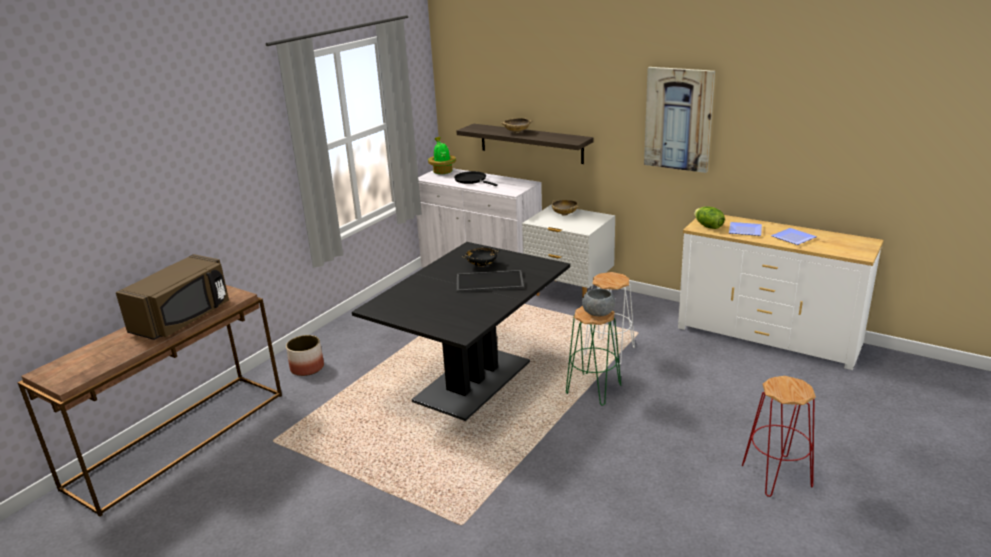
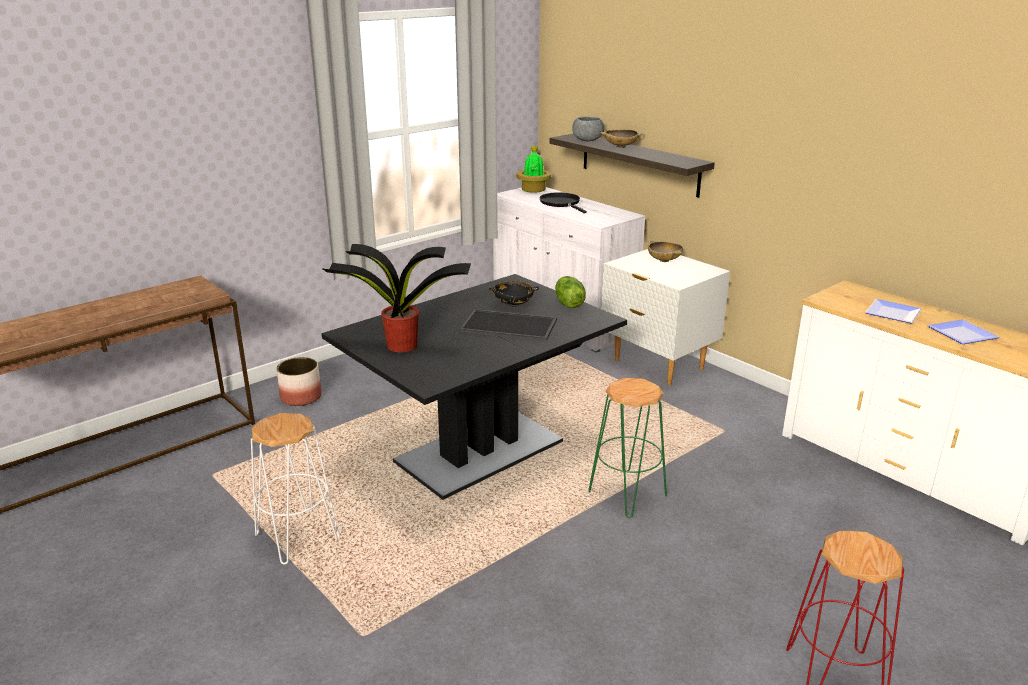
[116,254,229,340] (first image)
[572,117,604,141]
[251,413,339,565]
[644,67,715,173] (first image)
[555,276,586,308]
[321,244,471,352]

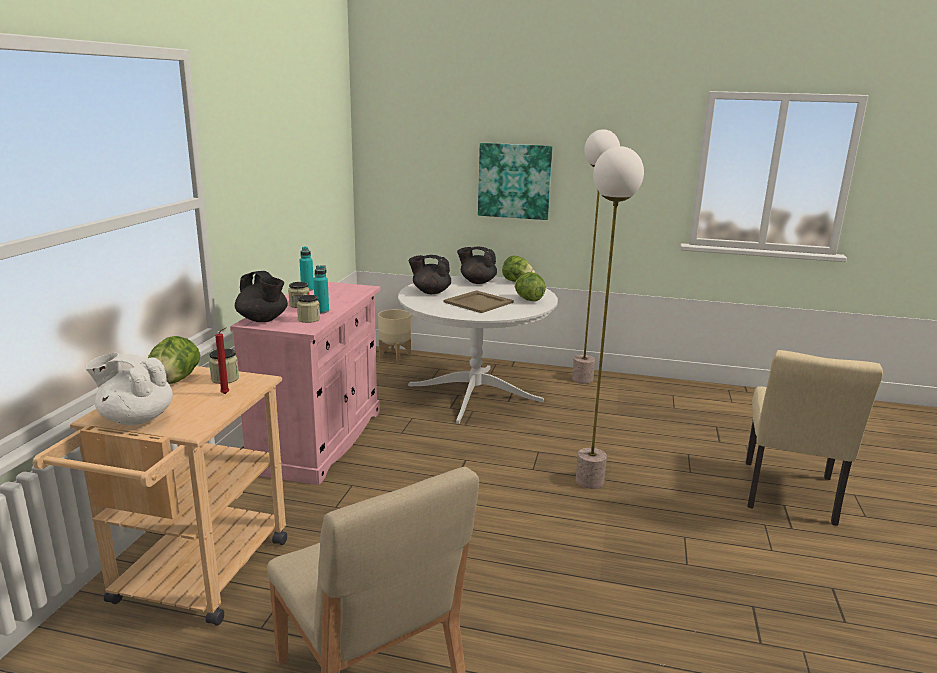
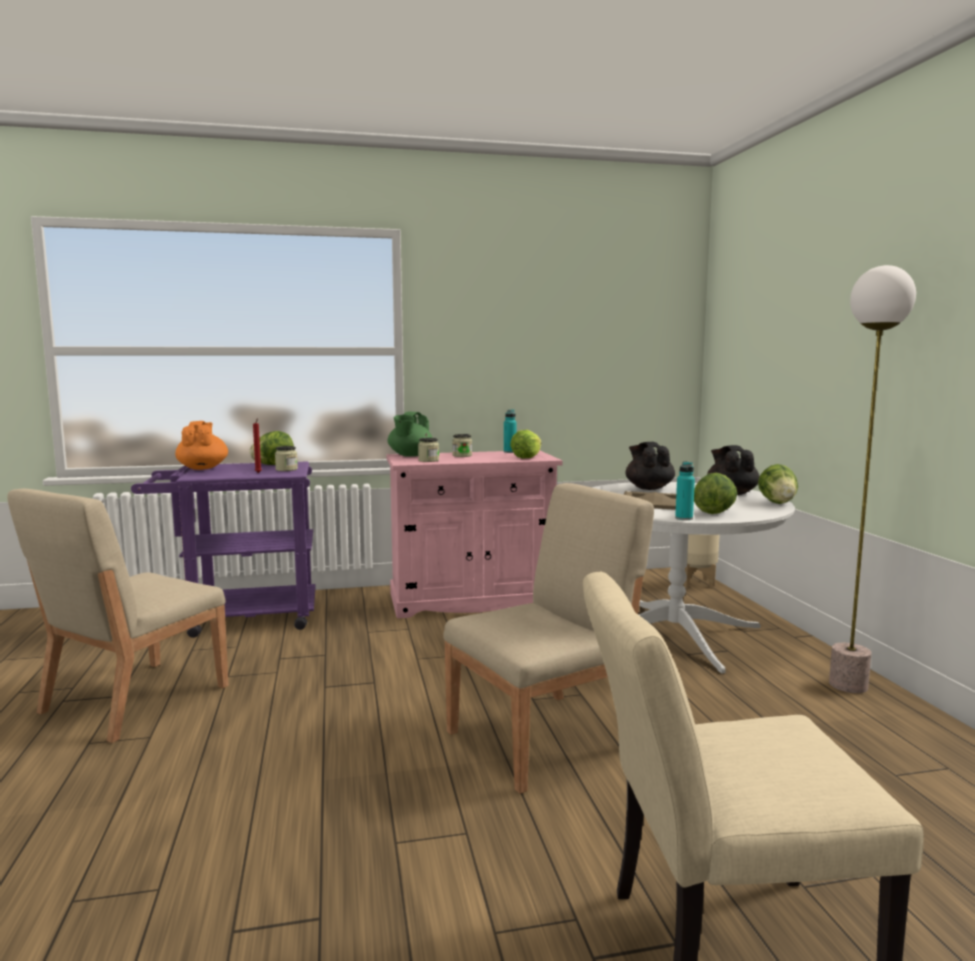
[131,462,316,638]
[175,421,228,470]
[388,411,433,457]
[675,461,695,520]
[478,143,553,220] (first image)
[443,483,654,794]
[510,430,542,459]

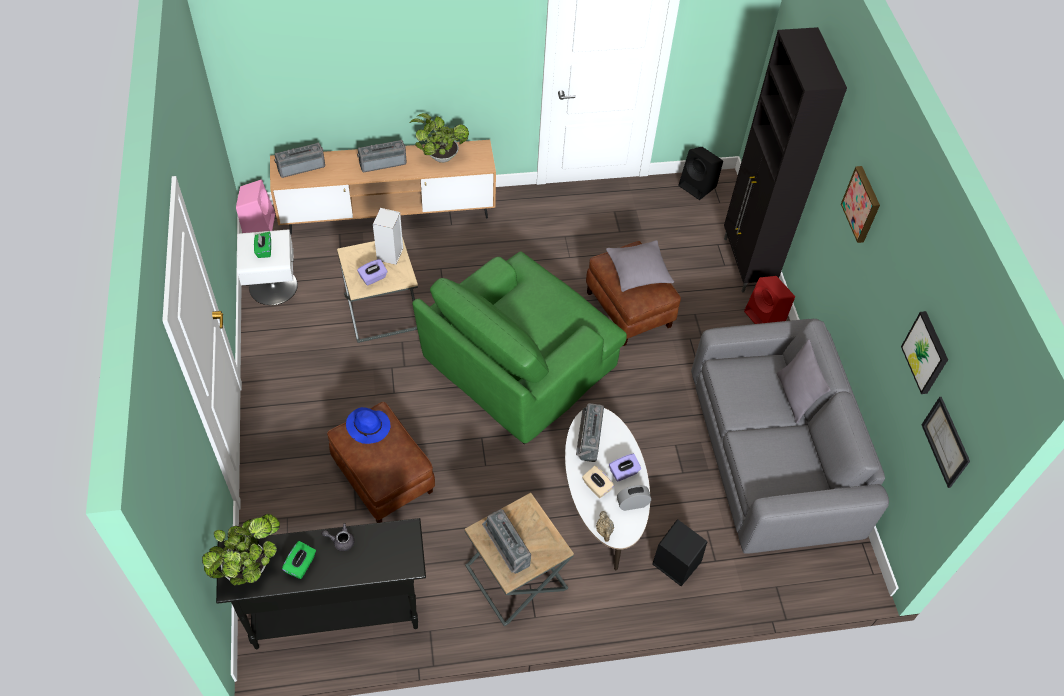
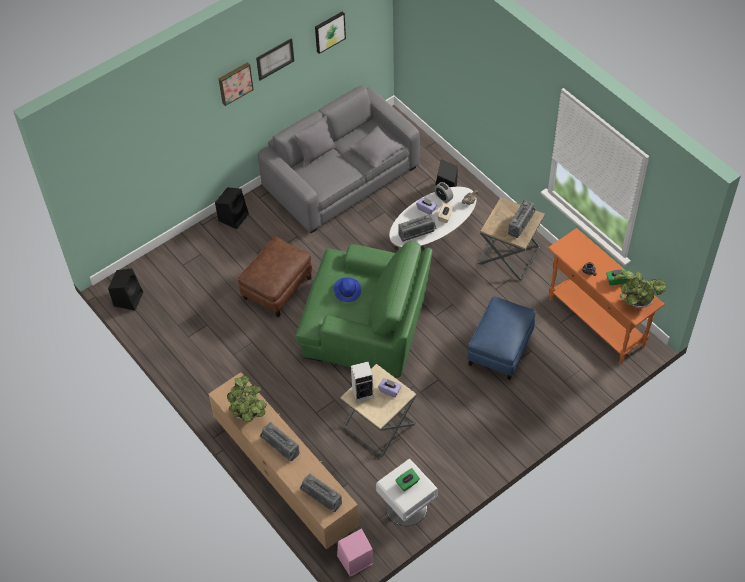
[548,228,665,364]
[467,296,536,380]
[334,278,361,302]
[349,126,404,168]
[724,27,847,293] (first image)
[215,187,249,229]
[256,38,294,80]

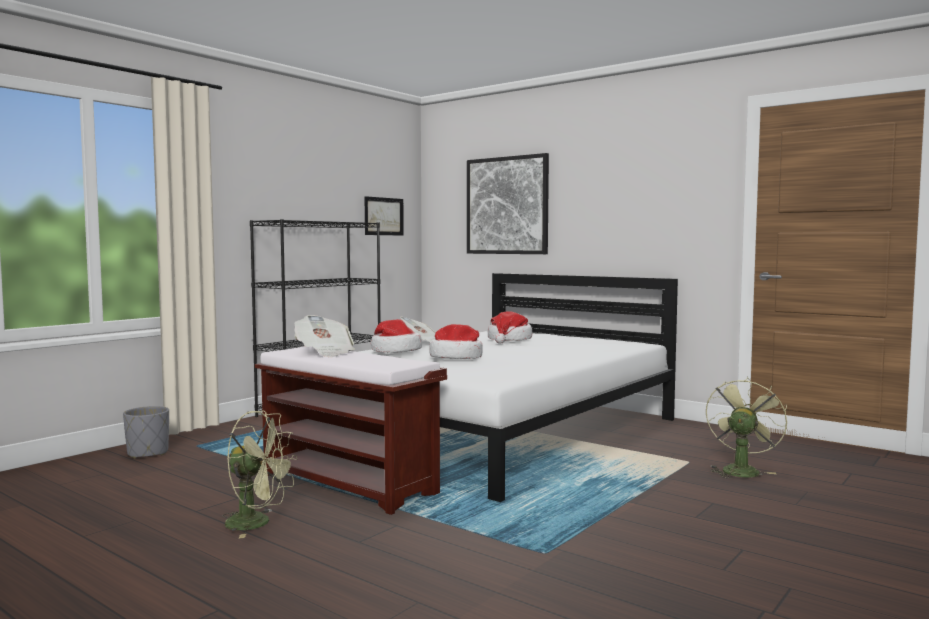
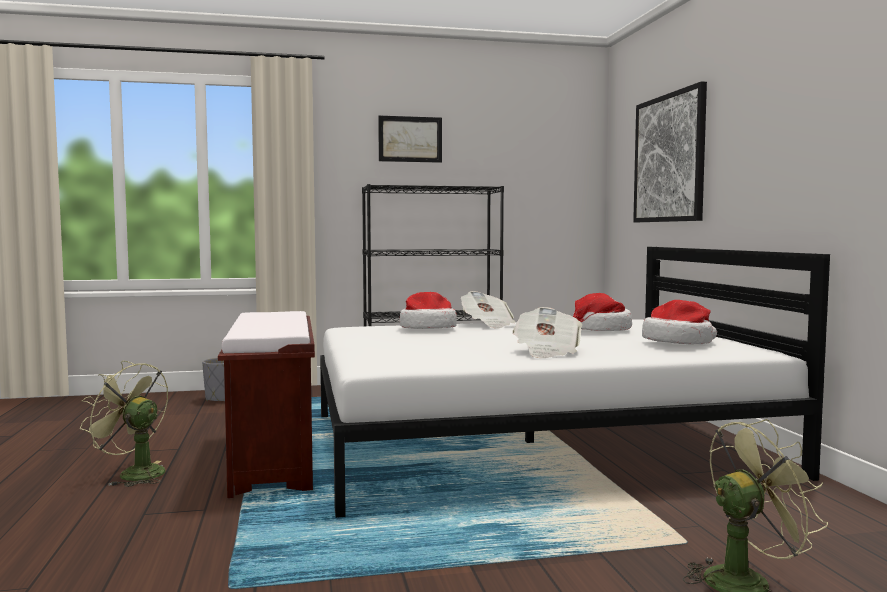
[80,361,168,487]
[512,307,582,358]
[378,116,442,163]
[642,300,717,345]

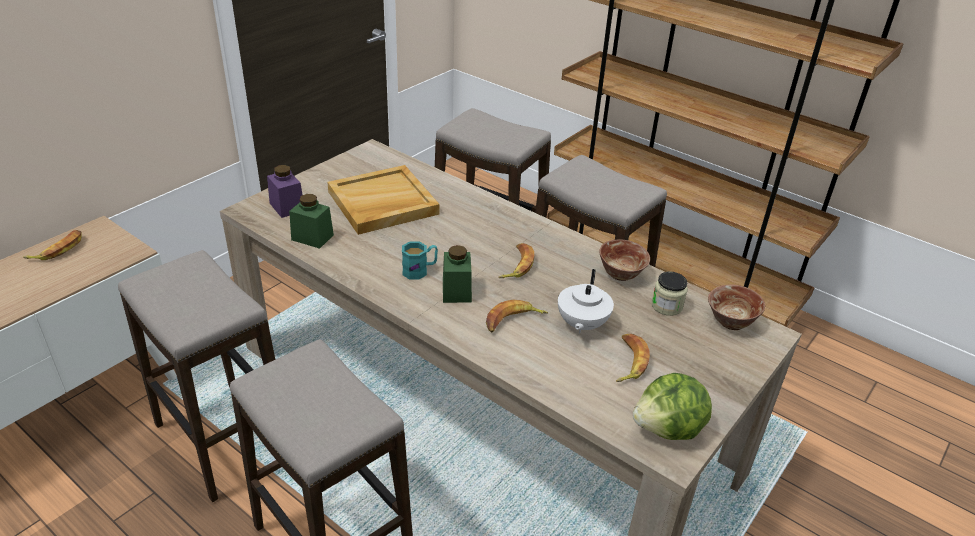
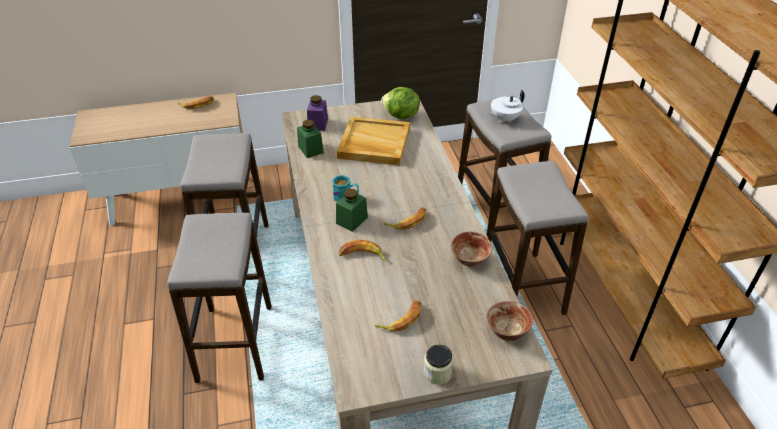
[488,90,525,123]
[381,87,420,119]
[424,345,453,385]

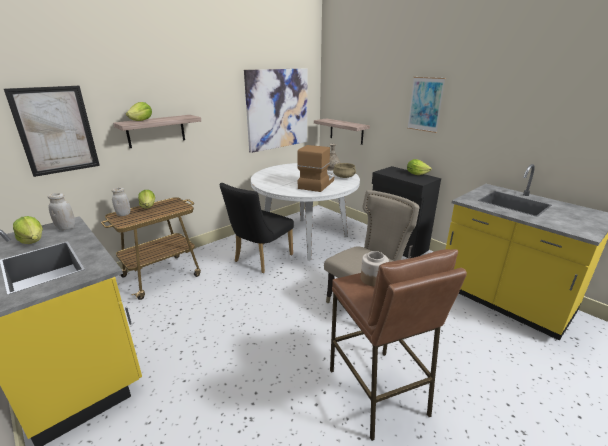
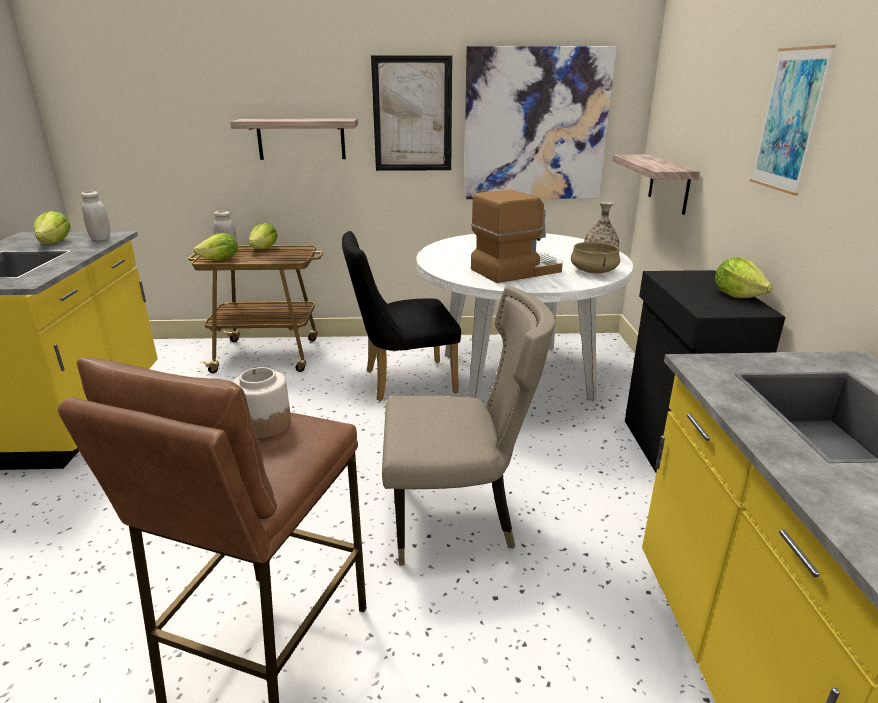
[371,55,452,171]
[193,233,238,260]

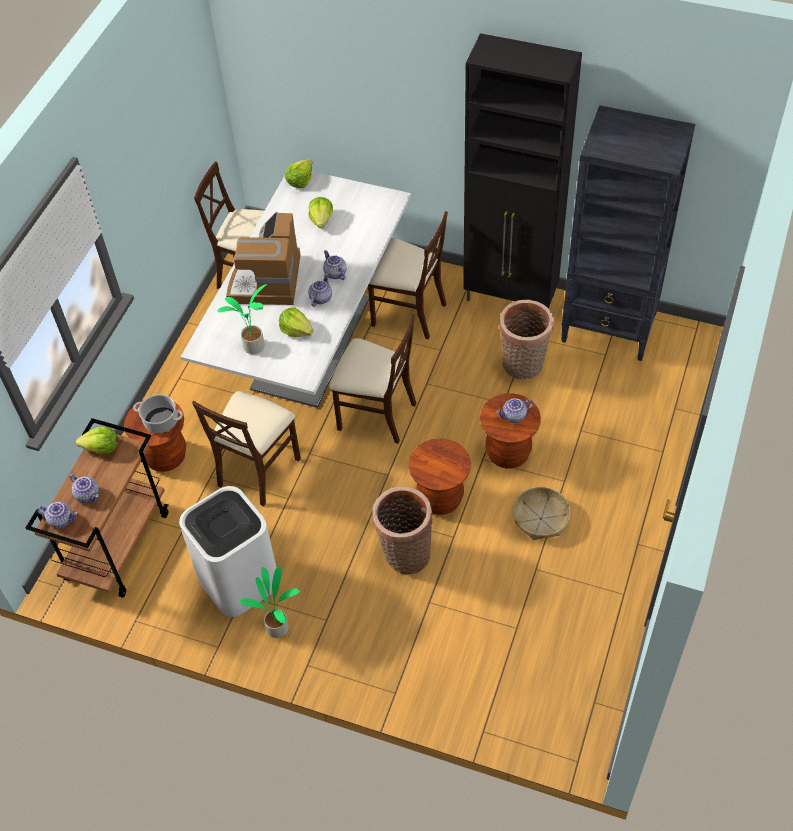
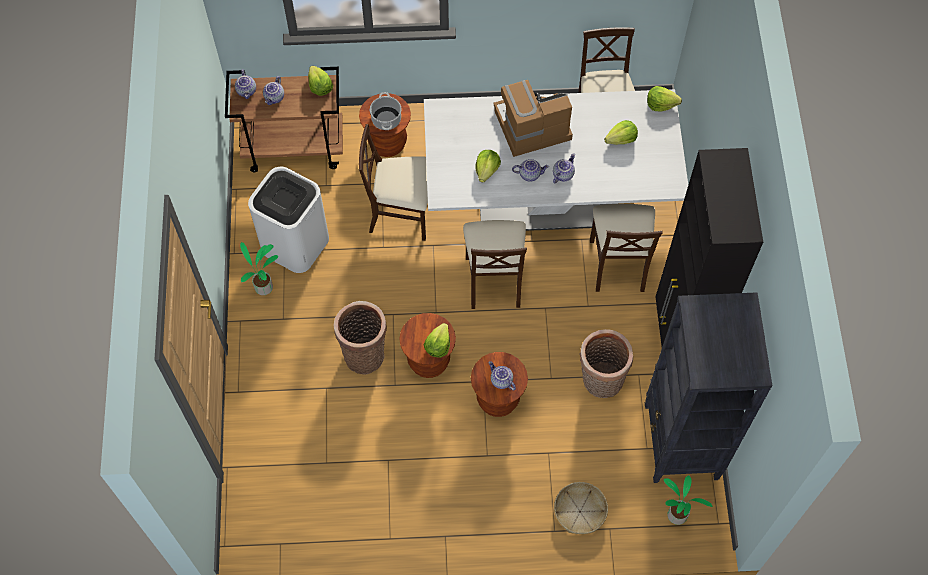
[664,475,713,525]
[554,482,608,534]
[424,323,450,358]

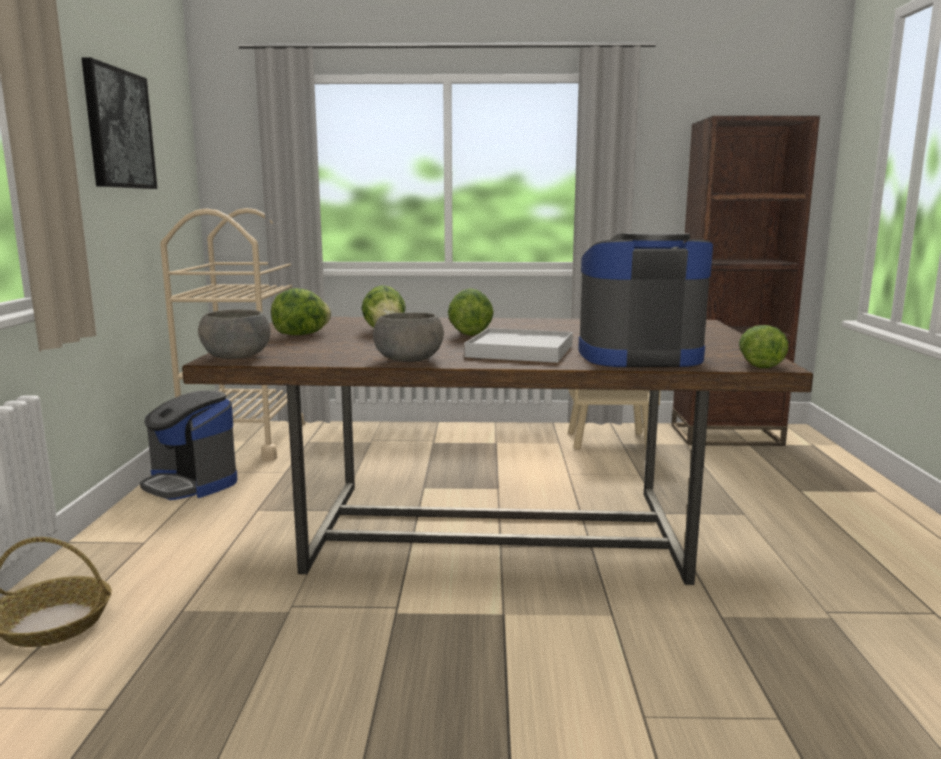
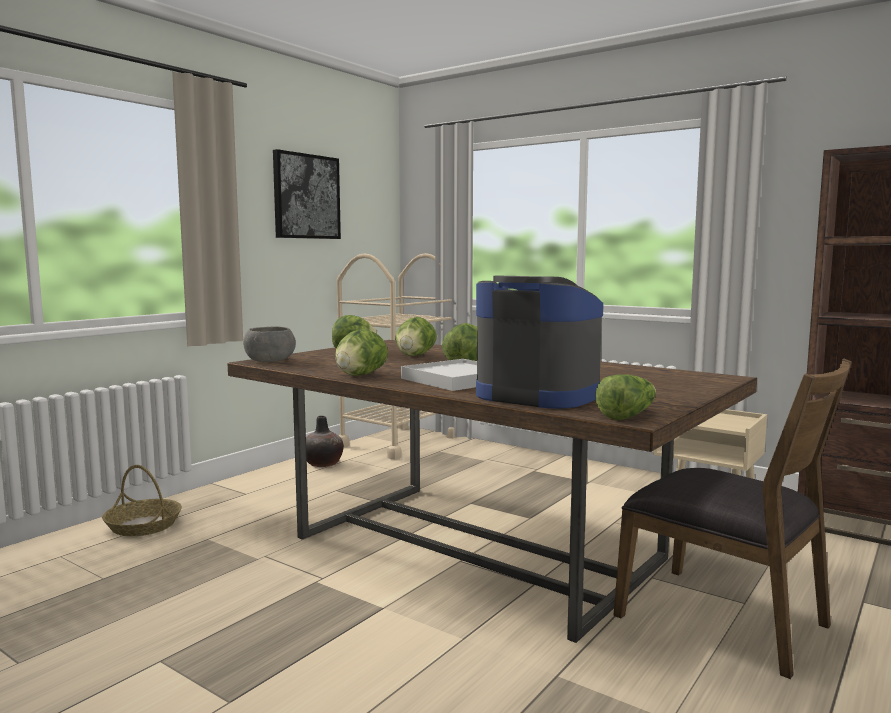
[306,416,344,467]
[335,329,388,376]
[613,359,852,679]

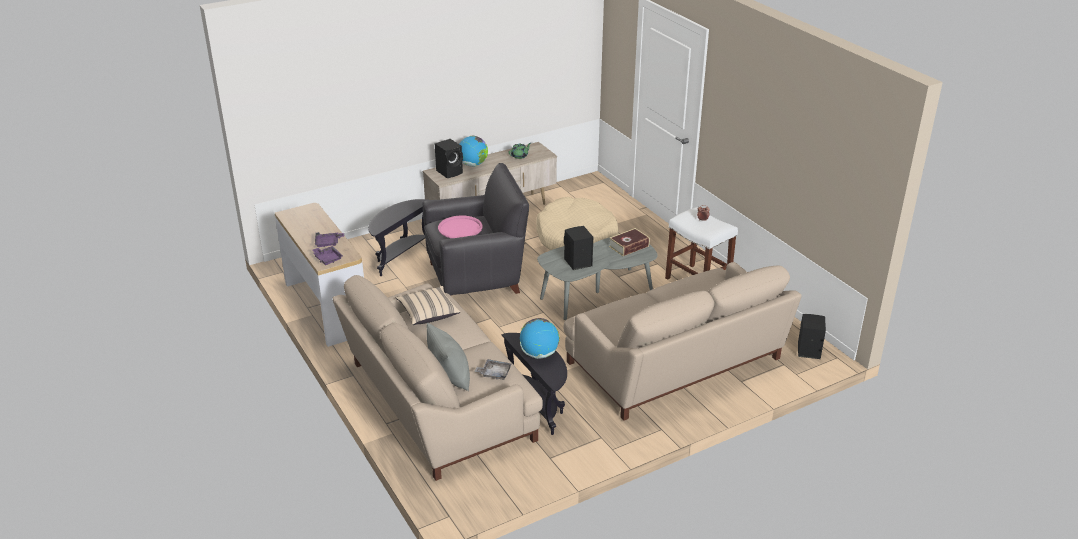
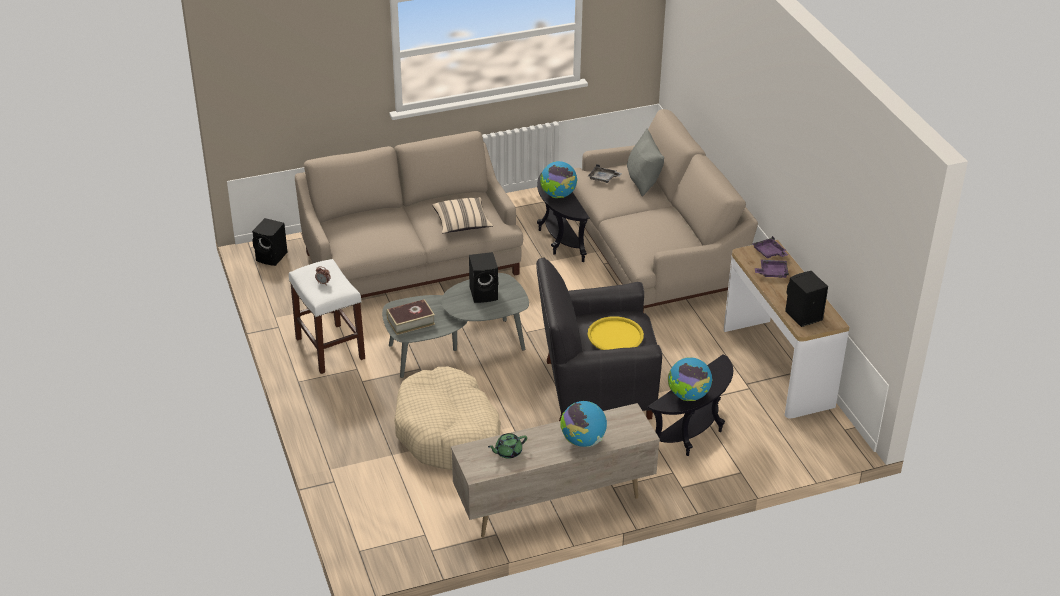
[432,197,493,234]
[785,271,828,327]
[588,316,644,350]
[668,357,713,401]

